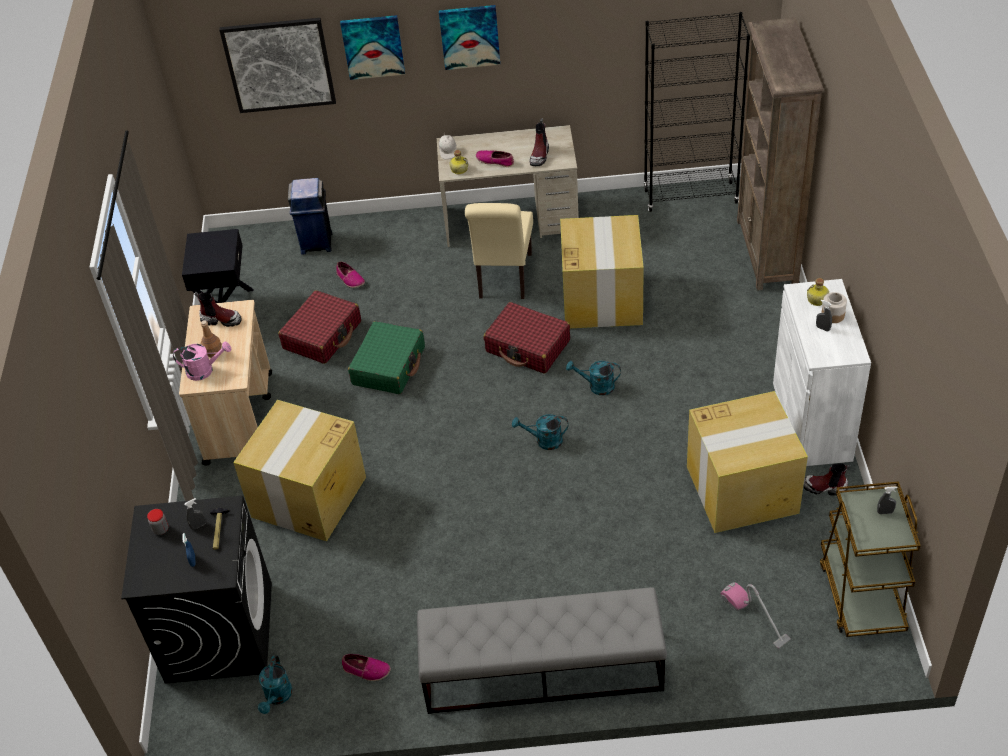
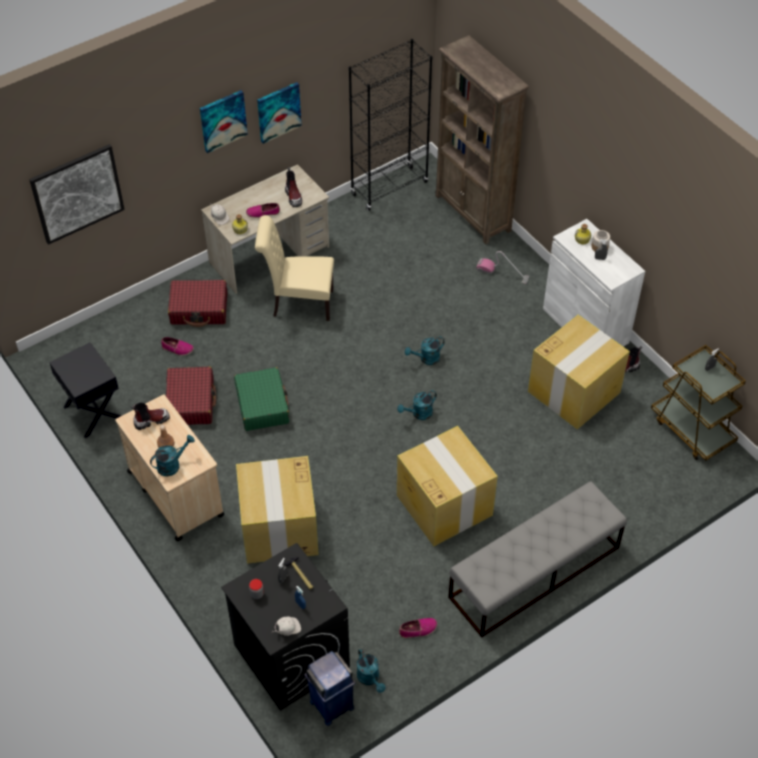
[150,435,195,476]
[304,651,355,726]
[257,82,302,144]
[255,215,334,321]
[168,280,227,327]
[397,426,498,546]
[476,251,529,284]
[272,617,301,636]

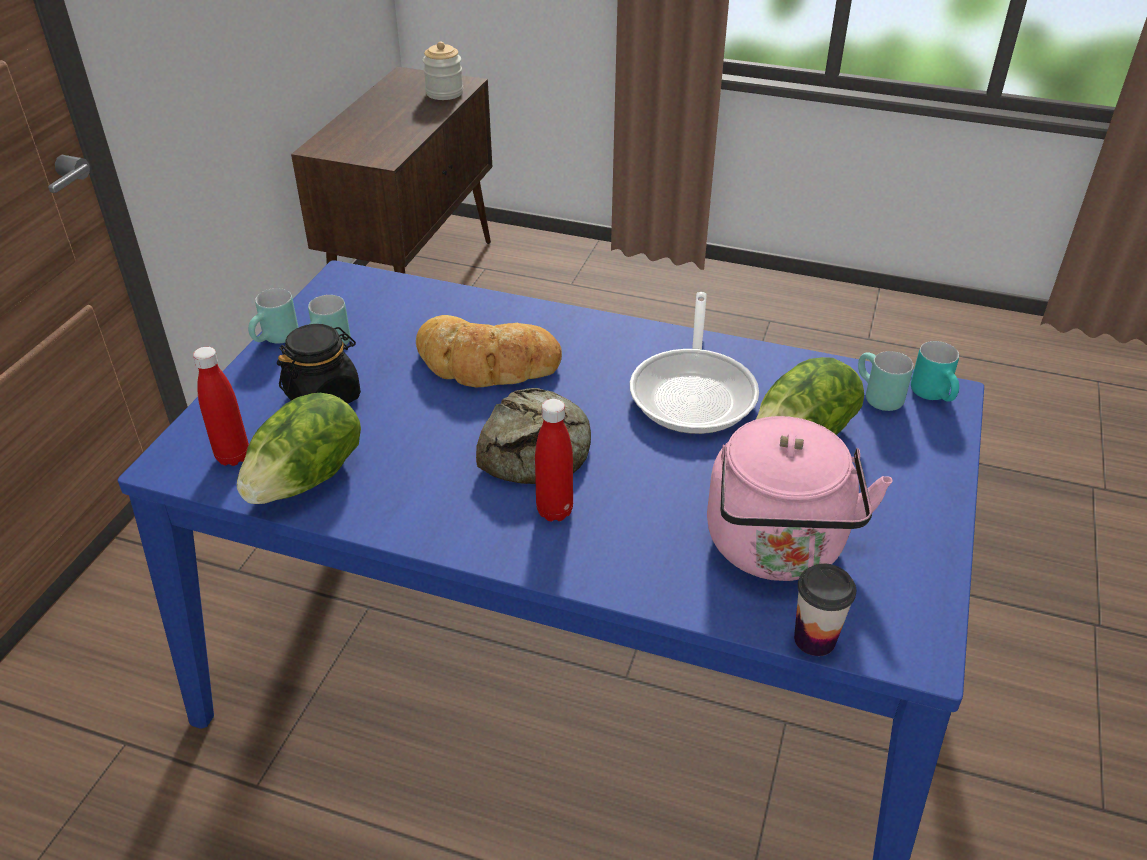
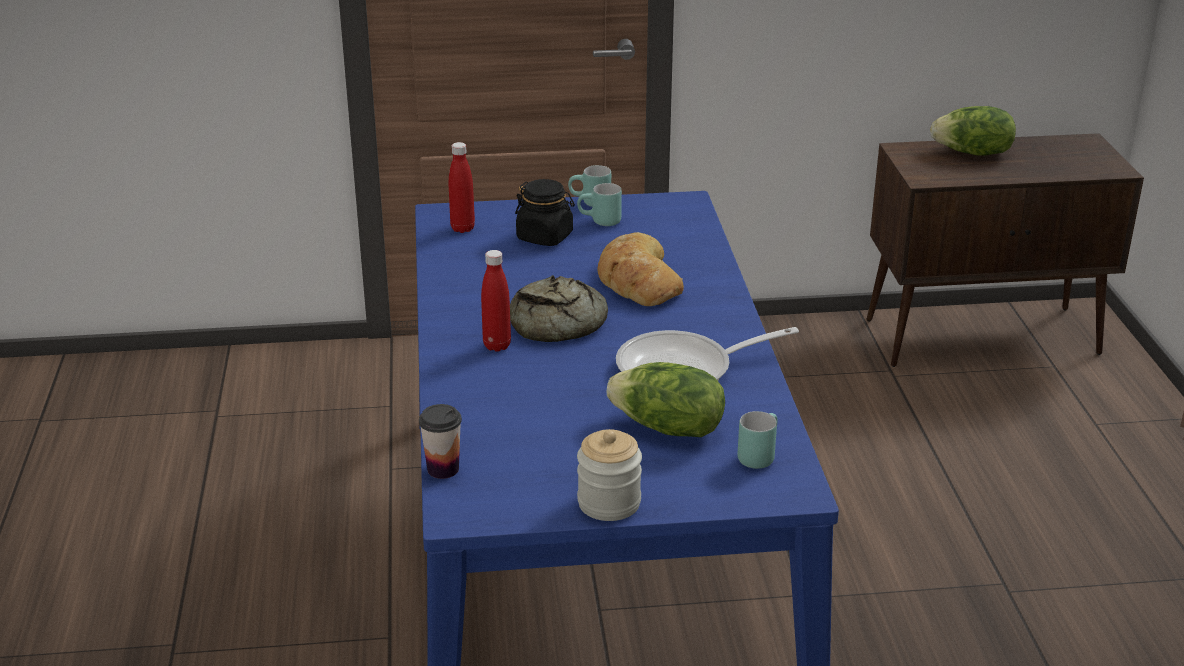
[930,106,1016,156]
[577,429,642,521]
[707,416,893,581] (first image)
[911,341,959,402] (first image)

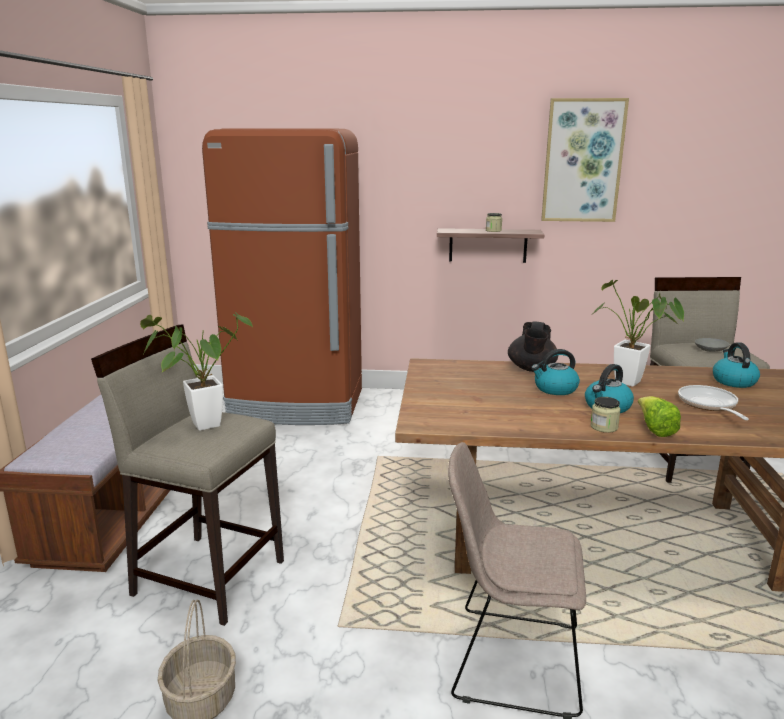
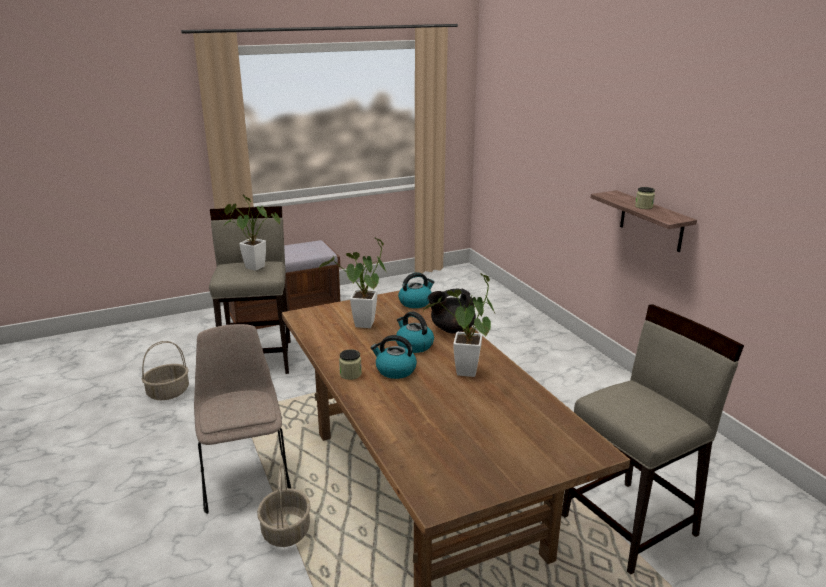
[202,129,362,425] (first image)
[541,98,629,222] (first image)
[638,396,681,437] (first image)
[678,385,749,420] (first image)
[695,338,730,352] (first image)
[398,272,435,308]
[257,463,311,547]
[319,237,386,328]

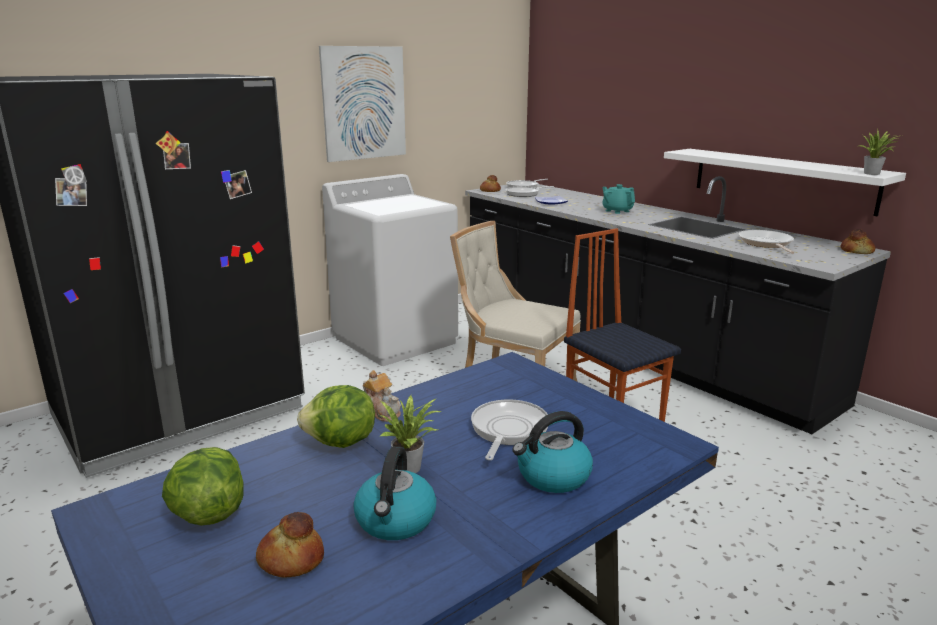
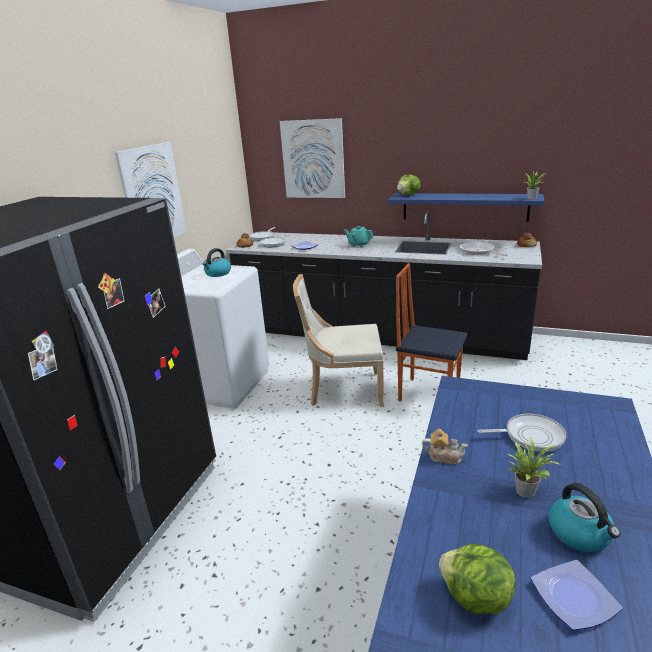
[531,560,623,630]
[397,174,421,195]
[478,414,567,452]
[203,248,231,277]
[388,193,544,222]
[280,118,345,198]

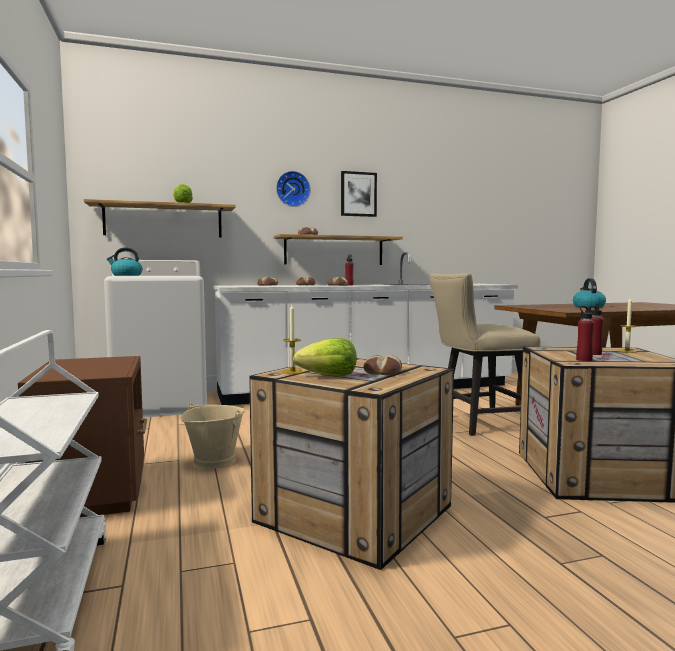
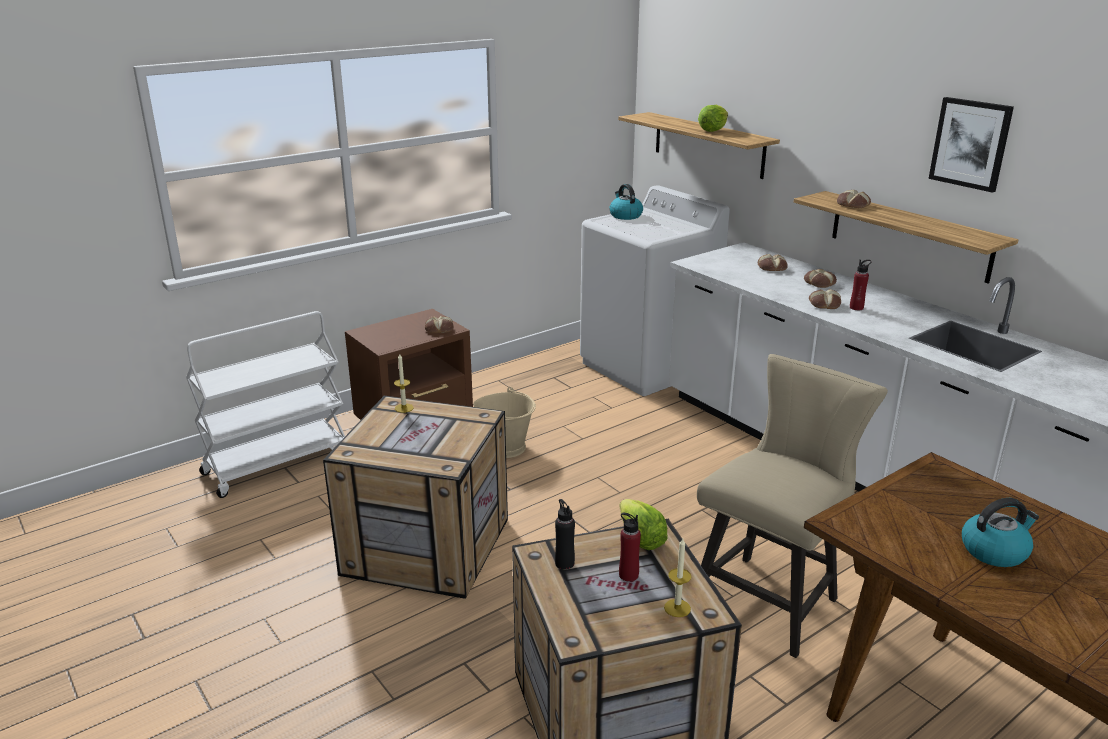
[276,171,311,207] (first image)
[619,499,668,550]
[425,316,454,333]
[697,354,888,658]
[555,499,575,570]

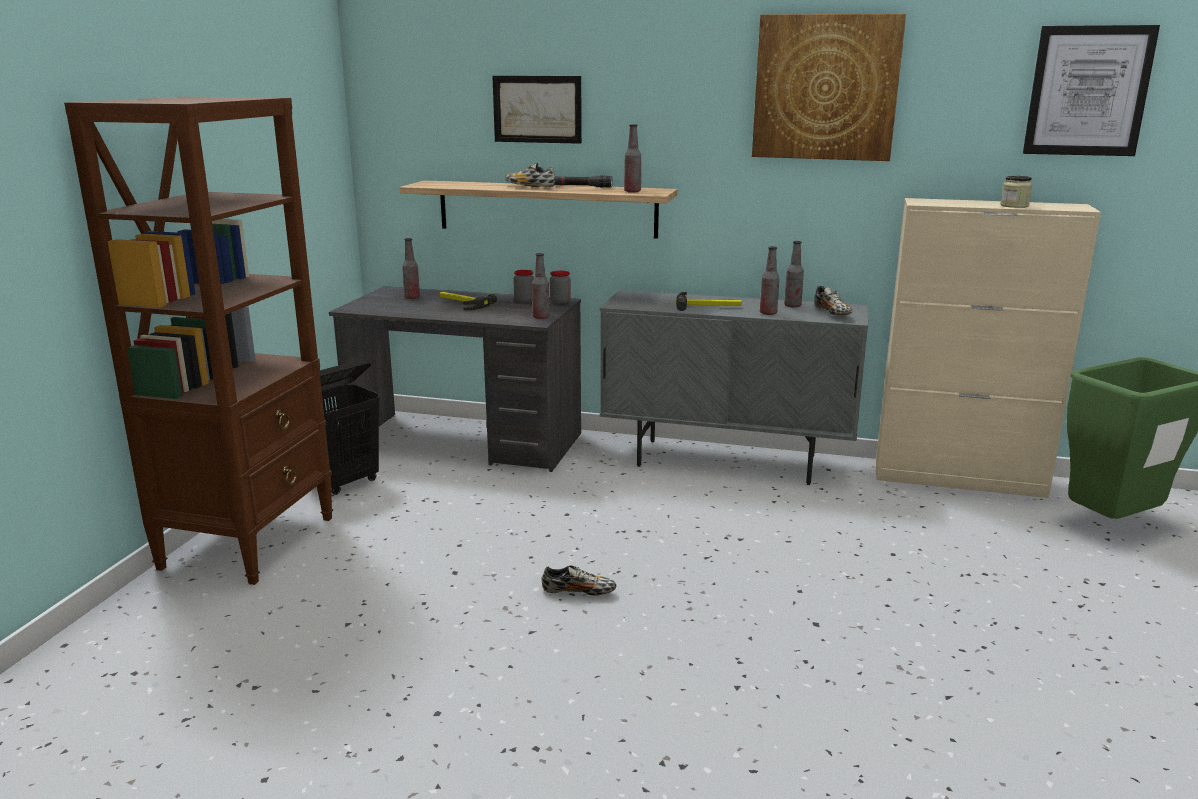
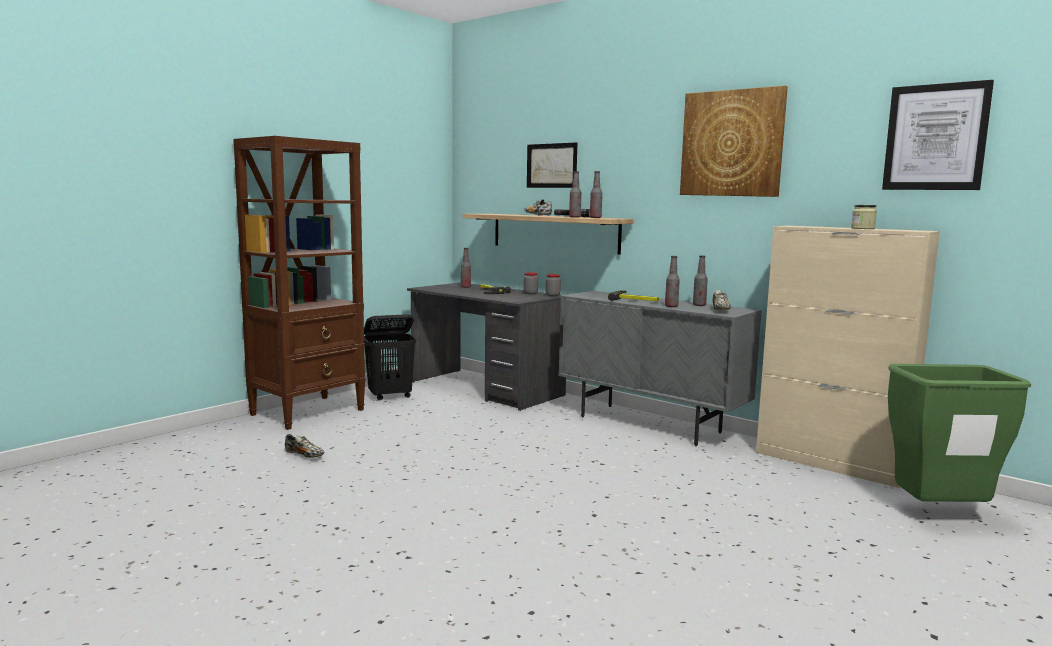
[569,171,581,218]
[285,434,324,458]

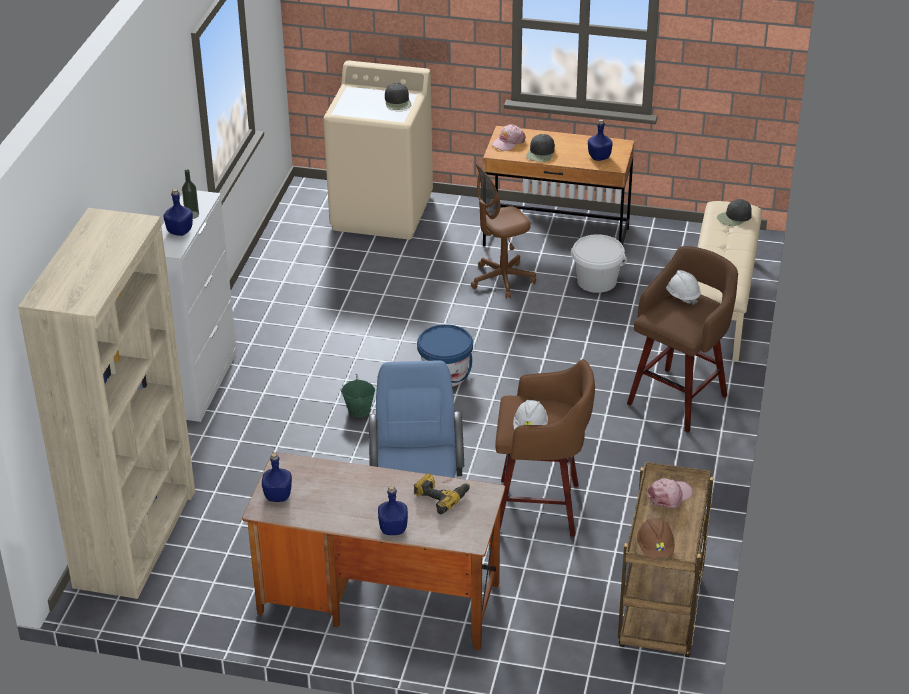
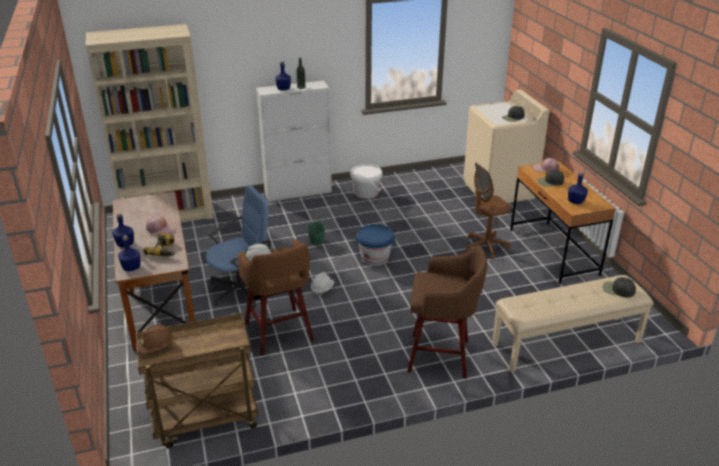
[118,236,141,272]
[465,162,511,260]
[350,164,382,199]
[146,215,175,234]
[311,272,334,296]

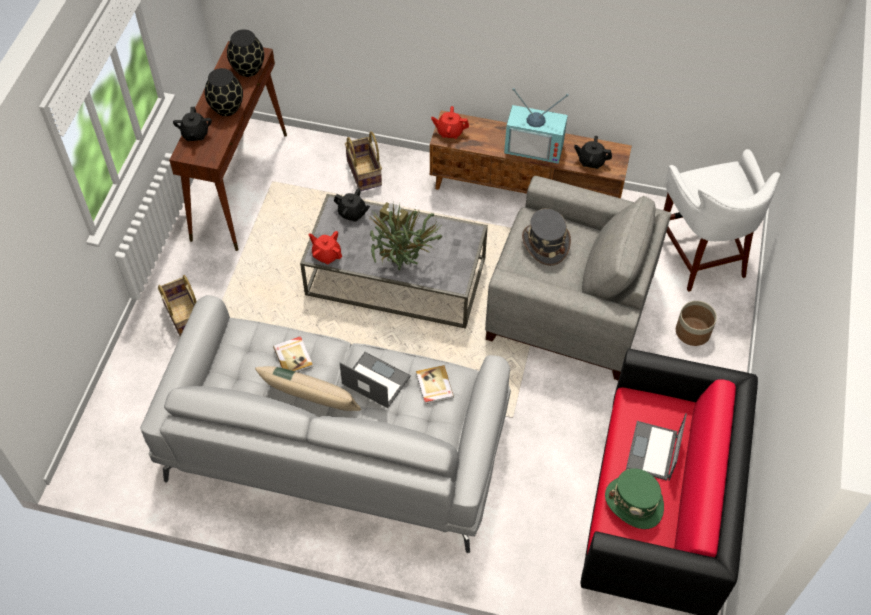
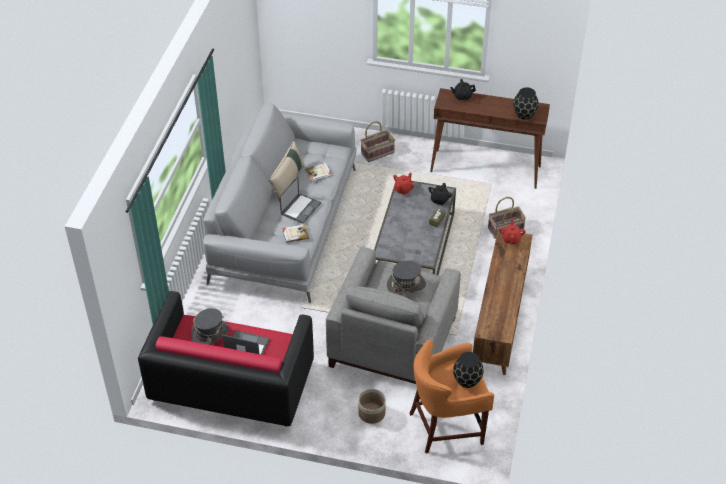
[453,352,484,388]
[368,203,443,270] (first image)
[504,88,569,164] (first image)
[574,136,612,169] (first image)
[191,308,229,345]
[409,340,494,453]

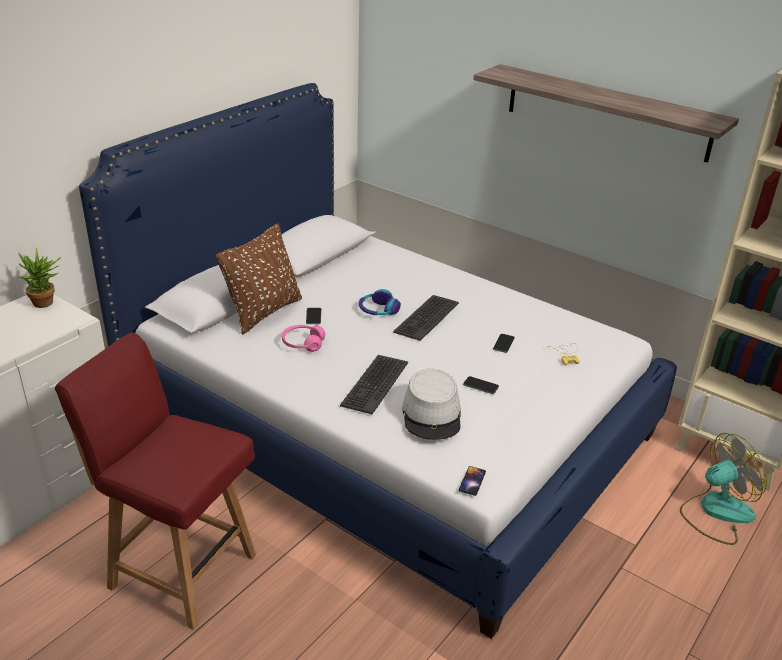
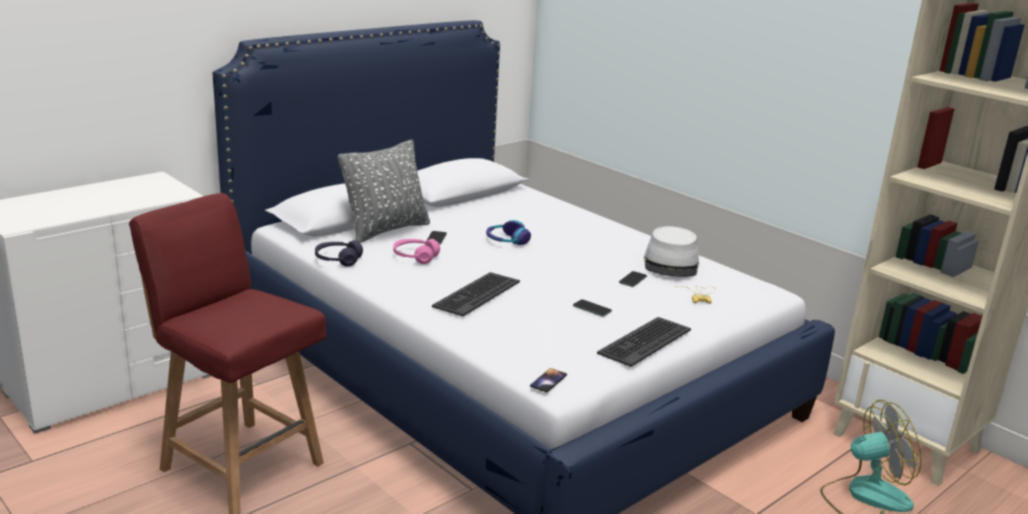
[18,247,61,308] (first image)
[338,140,430,243]
[597,317,691,367]
[644,226,699,277]
[473,64,739,163] (first image)
[315,240,363,267]

